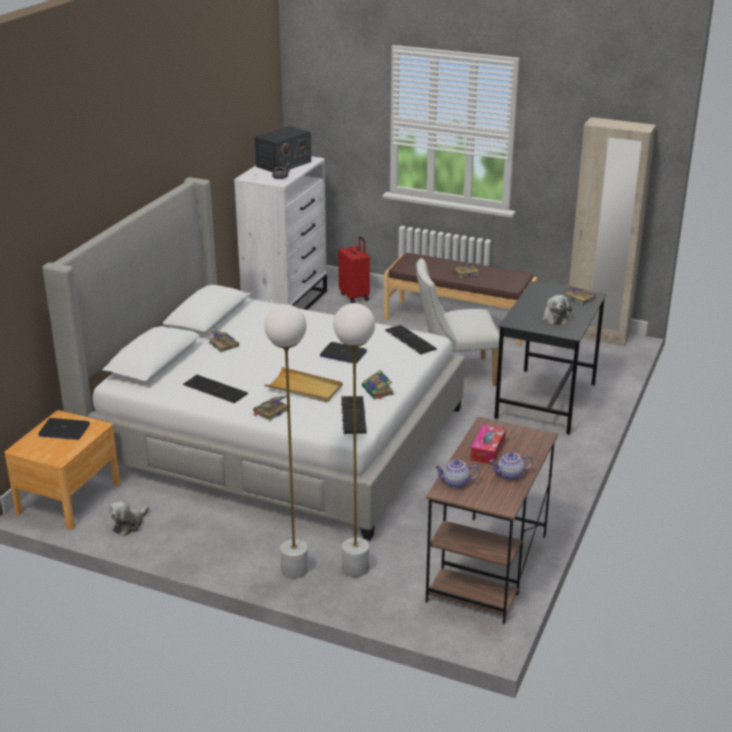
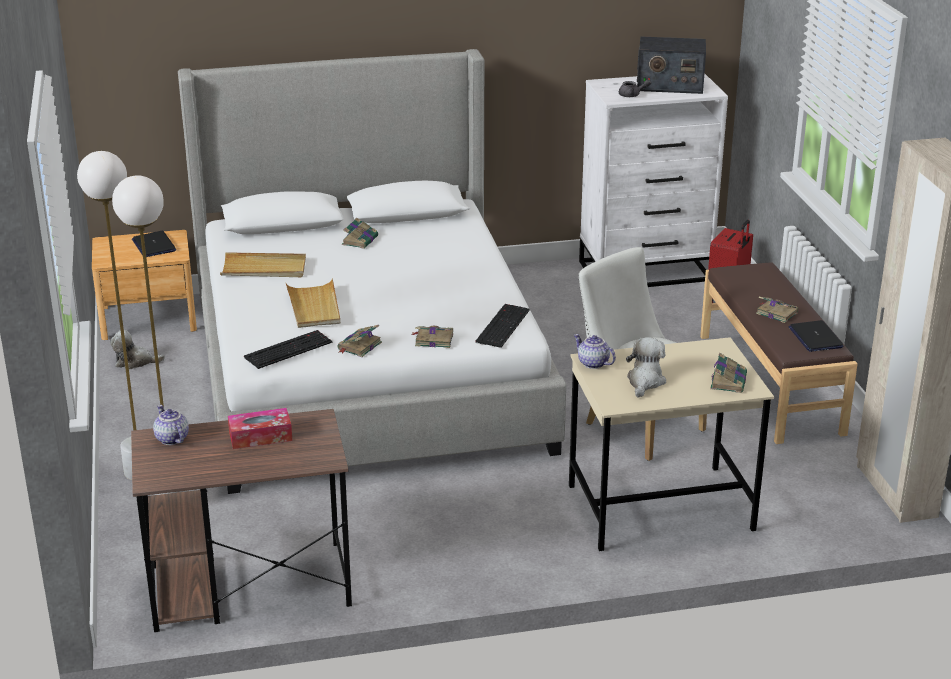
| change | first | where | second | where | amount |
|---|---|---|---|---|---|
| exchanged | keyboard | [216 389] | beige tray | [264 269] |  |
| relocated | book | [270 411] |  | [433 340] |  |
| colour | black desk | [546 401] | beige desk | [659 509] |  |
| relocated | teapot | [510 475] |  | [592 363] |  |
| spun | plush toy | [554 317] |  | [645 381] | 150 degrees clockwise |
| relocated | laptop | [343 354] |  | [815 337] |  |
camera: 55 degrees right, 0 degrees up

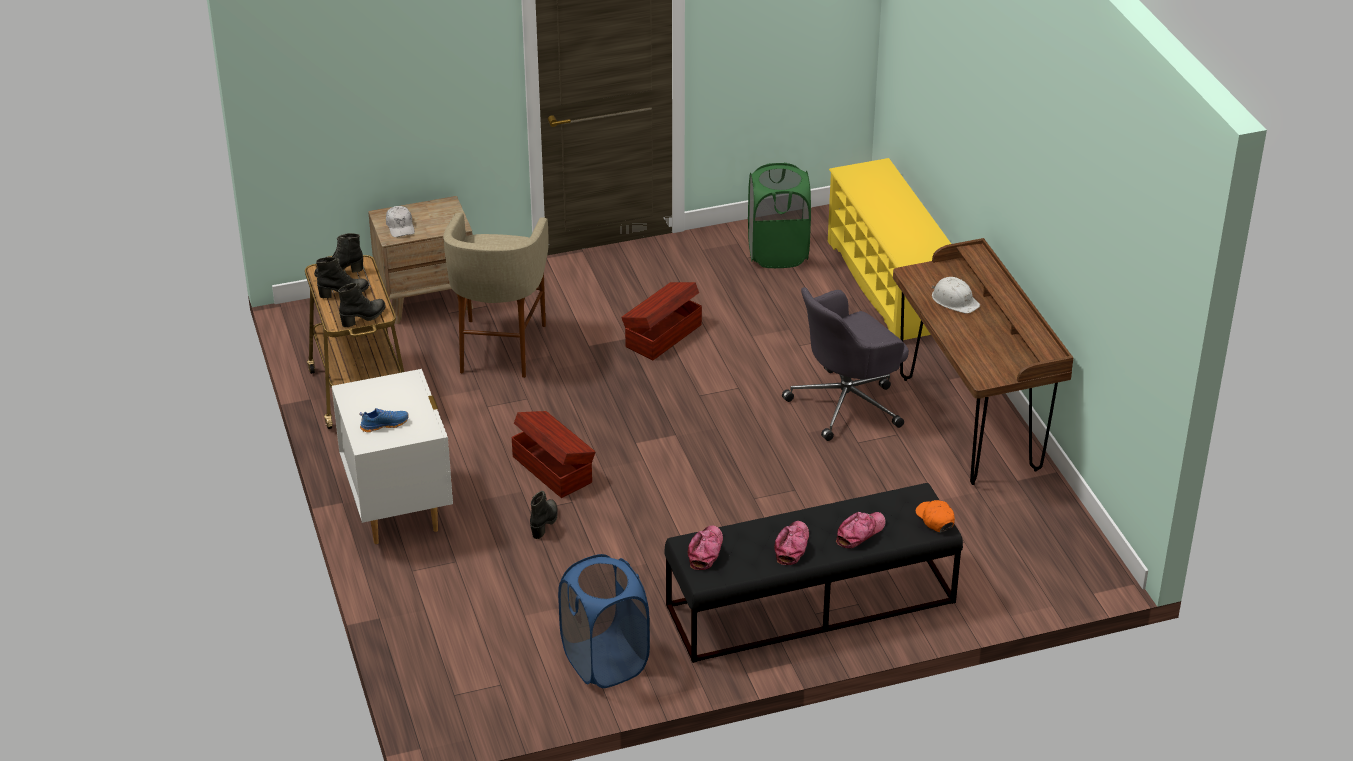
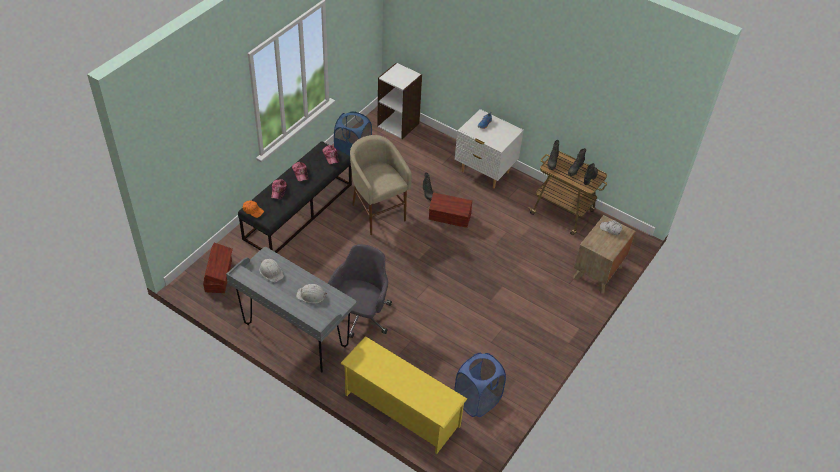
| change | first | where | second | where | amount |
|---|---|---|---|---|---|
| relocated | brown storage box | [662 335] |  | [219 276] |  |
| colour | brown desk | [970 424] | grey desk | [295 336] |  |
| appeared |  |  | white hard hat | [271 272] |  |
| relocated | beige stool | [500 349] |  | [377 213] |  |
| appeared |  |  | white bookcase | [398 124] |  |
| colour | green laundry basket | [778 253] | blue laundry basket | [477 400] |  |
camera: 140 degrees right, 10 degrees up

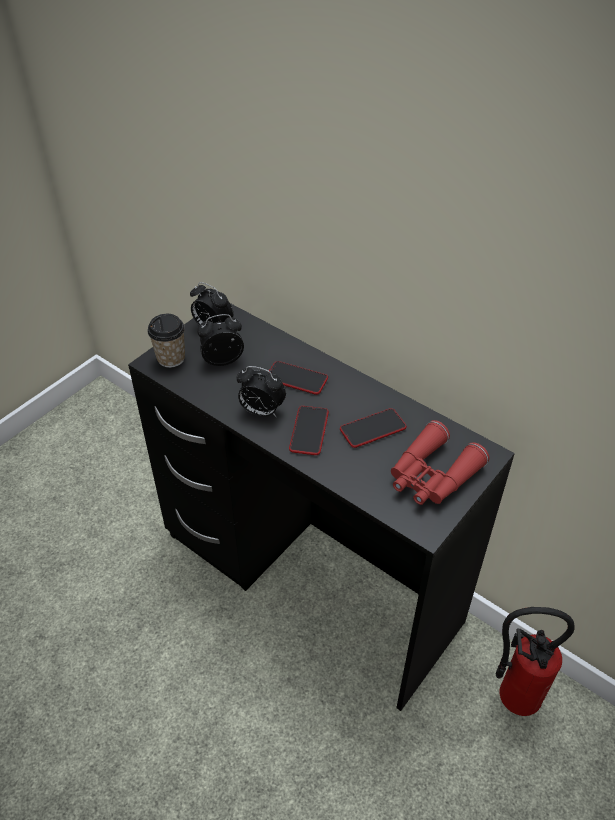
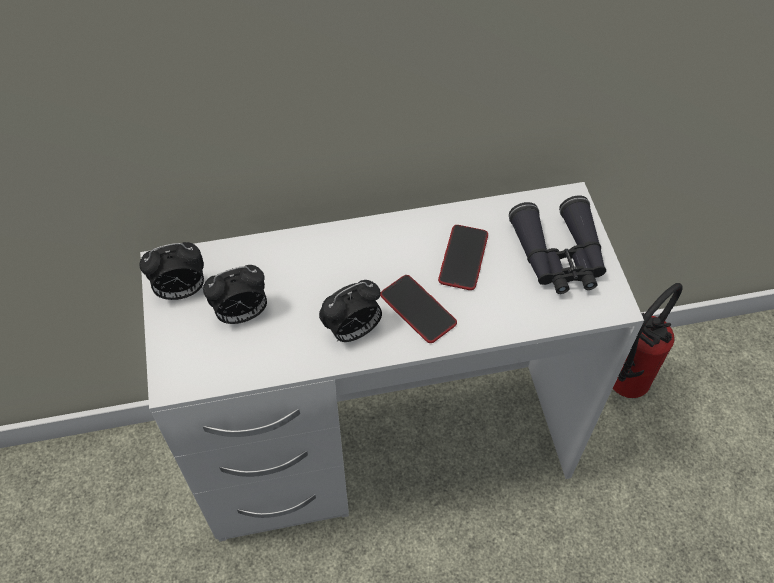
| change | first | where | second | where | amount |
|---|---|---|---|---|---|
| colour | black desk | [311 578] | white desk | [386 448] |  |
| spun | alarm clock | [223 360] |  | [241 314] | 135 degrees counterclockwise |
| colour | red binoculars | [432 476] | black binoculars | [559 256] |  |
| missing | cup | [171 358] |  |  |  |
| missing | phone | [296 379] |  |  |  |
camera: 50 degrees left, 10 degrees up

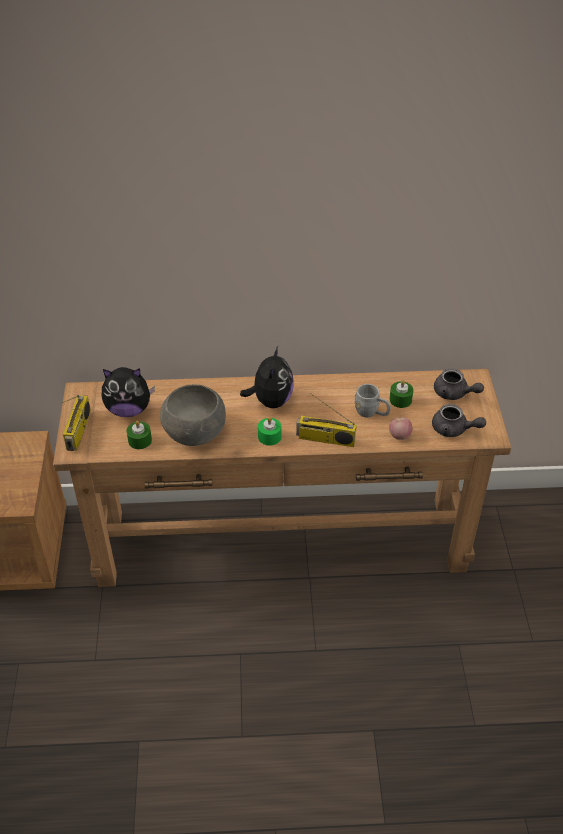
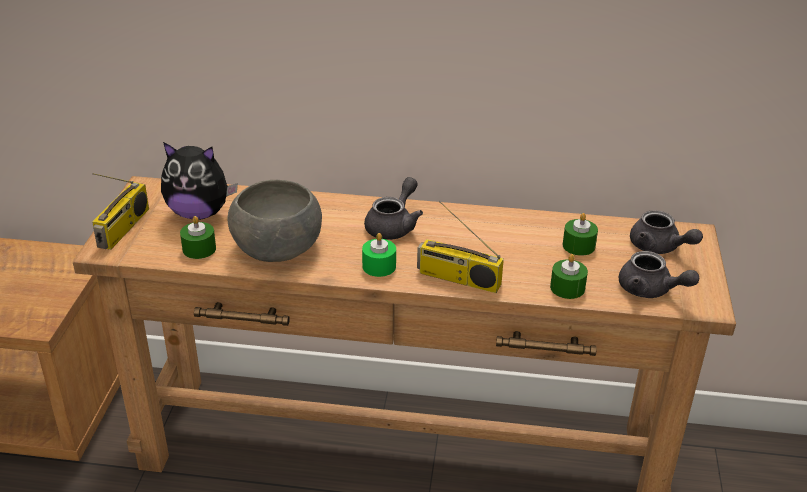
| change | first | where | second | where | amount |
|---|---|---|---|---|---|
| exchanged | plush toy | [270 401] | grey teapot | [394 226] |  |
| exchanged | apple | [399 436] | green candle | [567 288] |  |
| missing | grey mug | [371 413] |  |  |  |
camera: 10 degrees right, 10 degrees down

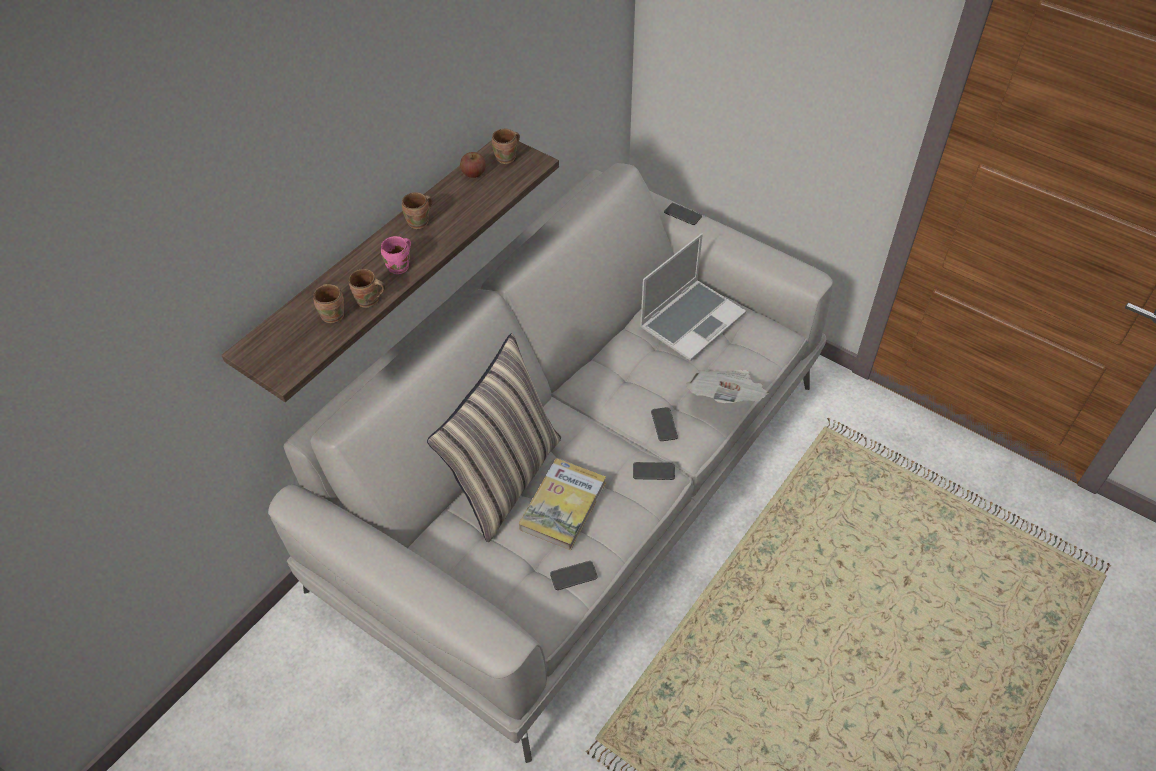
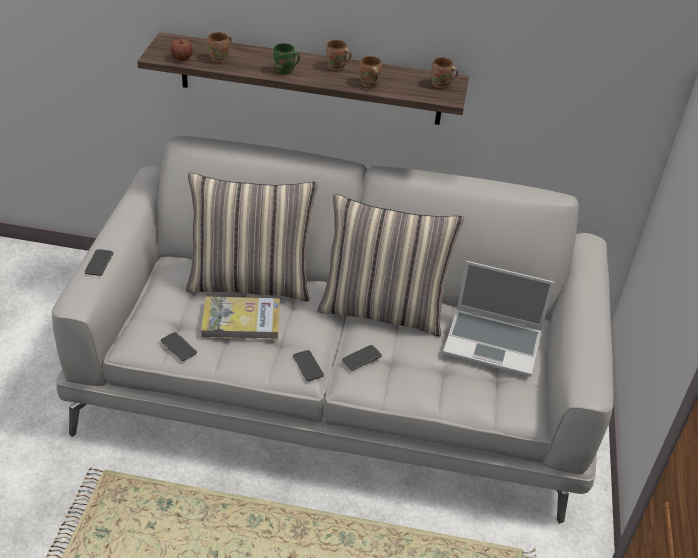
| change | first | where | second | where | amount |
|---|---|---|---|---|---|
| relocated | phone | [683 214] |  | [99 263] |  |
| relocated | apple | [473 173] |  | [182 58] |  |
| colour | pink mug | [400 267] | green mug | [285 71] |  |
| appeared |  |  | pillow | [383 310] |  |
| relocated | brown mug | [369 301] |  | [369 84] |  |
| missing | newspaper | [726 399] |  |  |  |
camera: 60 degrees right, 10 degrees down

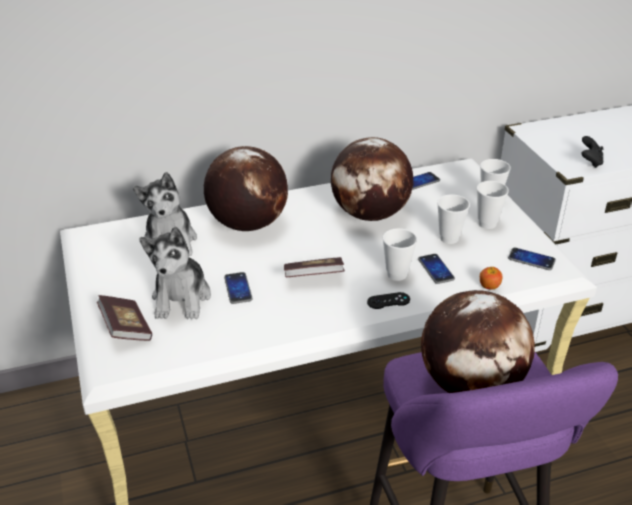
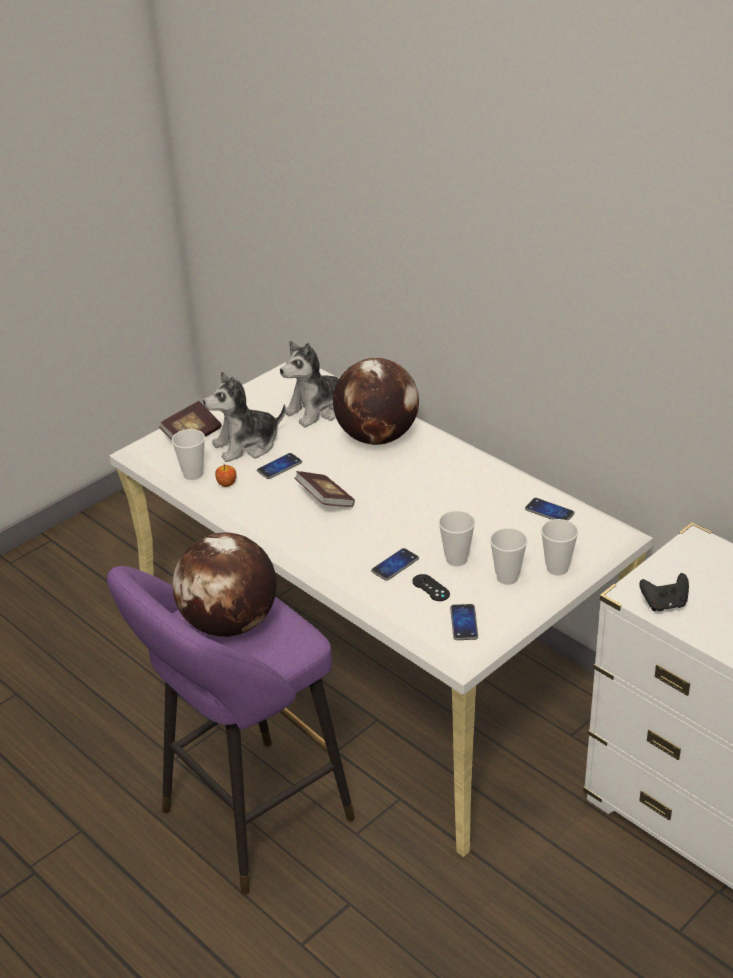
| change | first | where | second | where | amount |
|---|---|---|---|---|---|
| relocated | cup | [397 274] |  | [193 474] |  |
| relocated | apple | [489 286] |  | [227 483] |  |
| relocated | black game controller | [388 301] |  | [431 588] |  |
| missing | globe | [370 214] |  |  |  |
camera: 65 degrees right, 0 degrees up

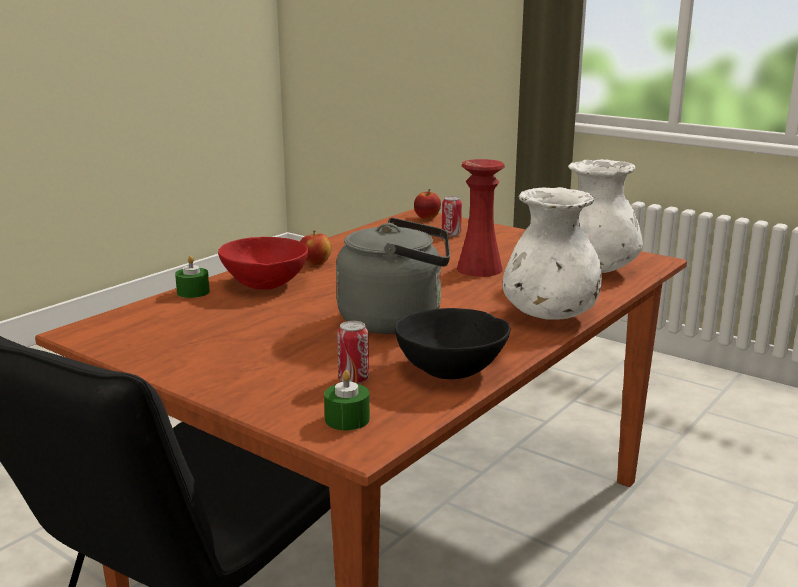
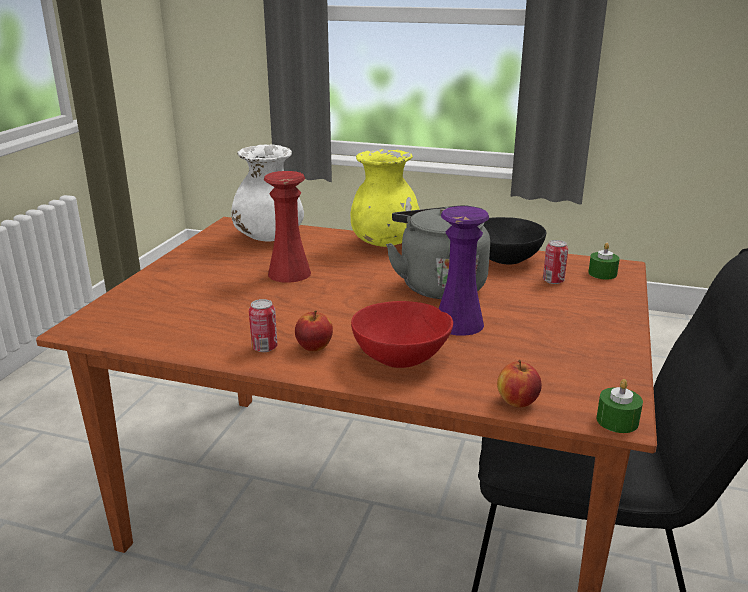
| change | first | where | second | where | amount |
|---|---|---|---|---|---|
| relocated | can | [451 234] |  | [264 348] |  |
| colour | white vase | [549 316] | yellow vase | [385 243] |  |
| appeared |  |  | purple vase | [459 323] |  |
| relocated | apple | [427 217] |  | [517 402] |  |
| relocated | green candle | [193 292] |  | [617 421] |  |
camera: 110 degrees left, 5 degrees up

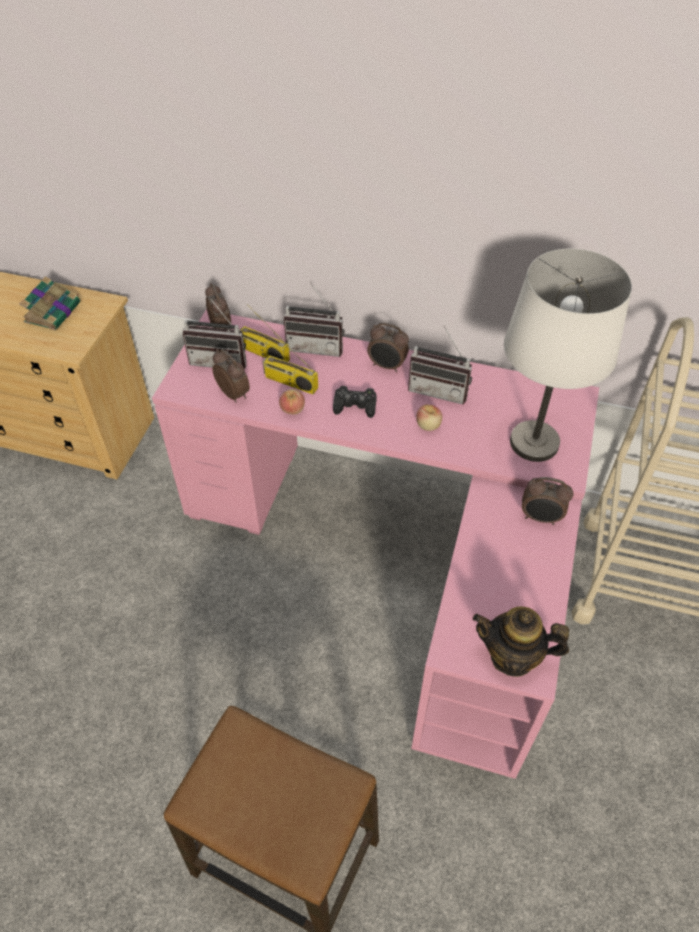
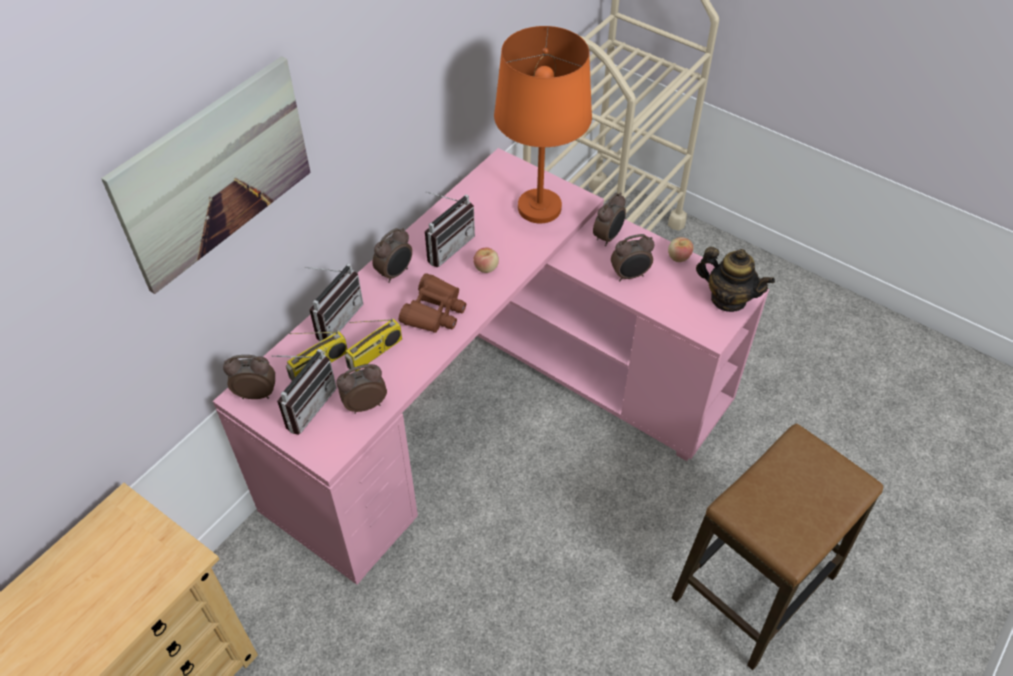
| change | first | where | second | where | amount |
|---|---|---|---|---|---|
| appeared |  |  | picture | [215 173] |  |
| exchanged | black game controller | [355 405] | brown binoculars | [434 311] |  |
| colour | white table lamp | [535 443] | orange table lamp | [539 207] |  |
| appeared |  |  | alarm clock | [630 275] |  |
| relocated | apple | [292 409] |  | [678 257] |  |
| spun | teapot | [512 656] |  | [728 299] | 90 degrees counterclockwise |
| missing | book | [53 311] |  |  |  |
camera: 70 degrees left, 0 degrees up

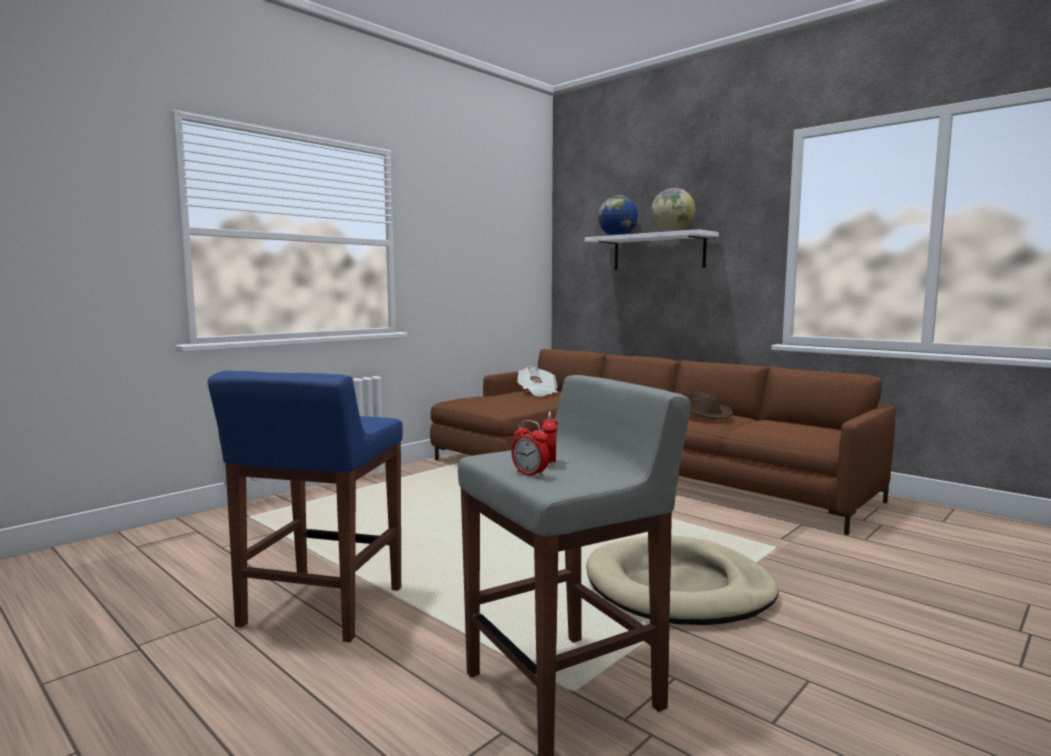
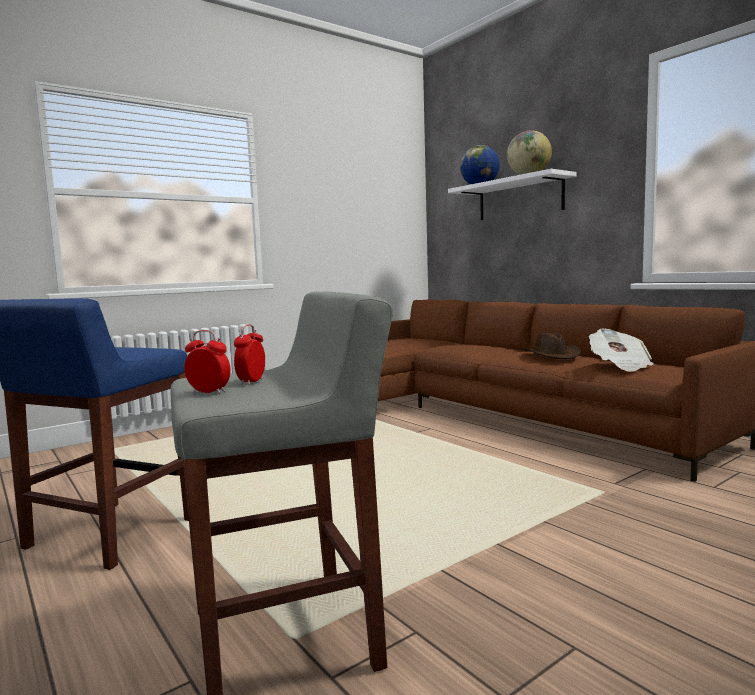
| change | first | where | second | where | amount |
|---|---|---|---|---|---|
| spun | alarm clock | [530 474] |  | [209 392] | 150 degrees clockwise |
| relocated | newspaper | [537 393] |  | [620 366] |  |
| missing | beige dog bed | [678 588] |  |  |  |
camera: 10 degrees right, 0 degrees up

